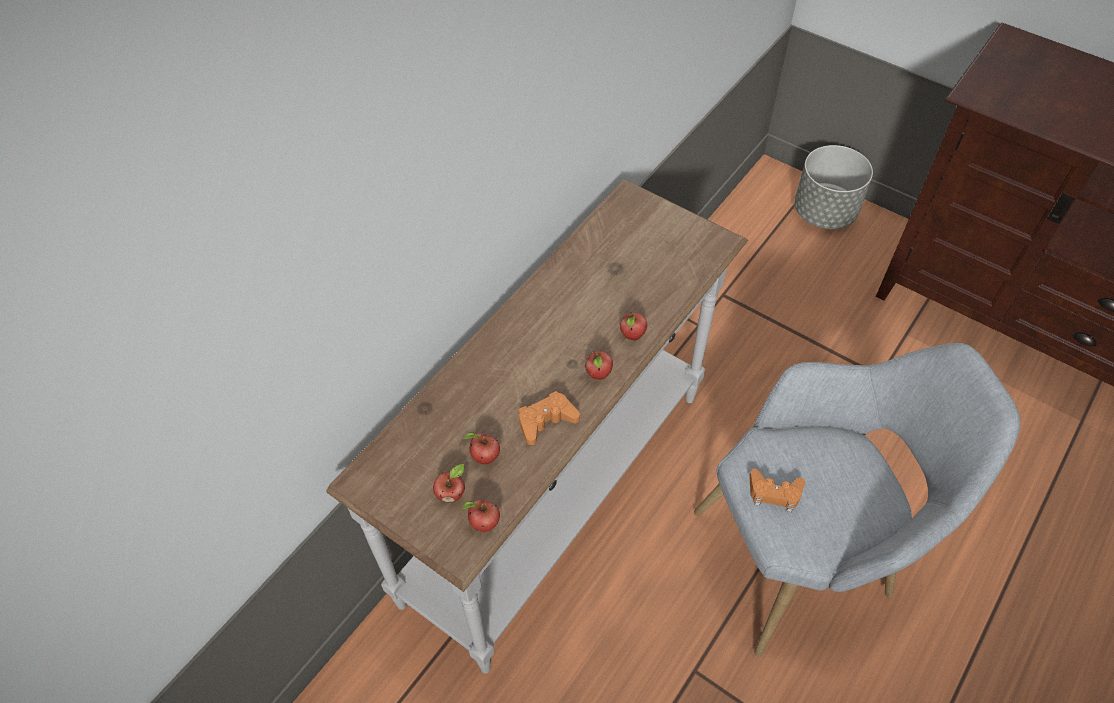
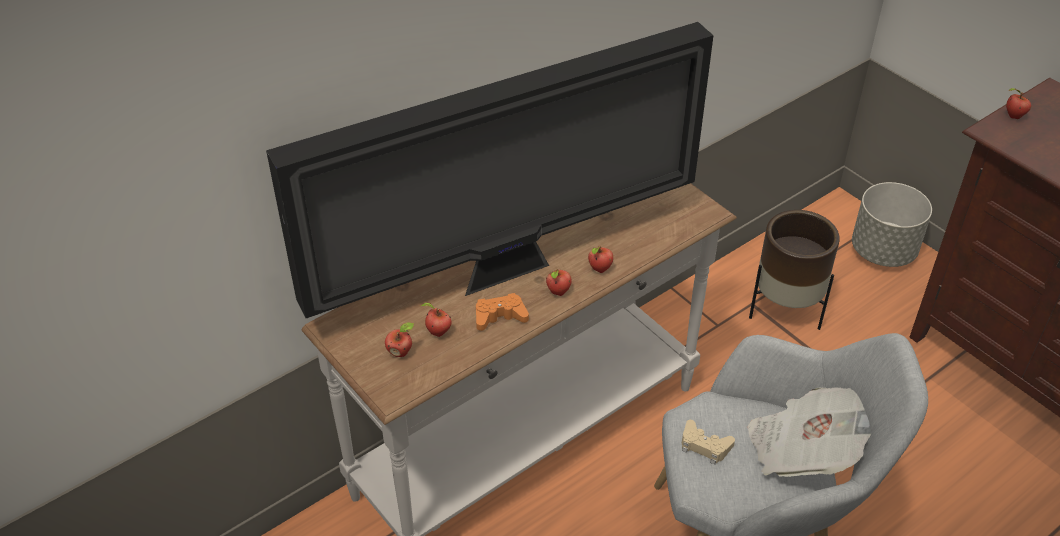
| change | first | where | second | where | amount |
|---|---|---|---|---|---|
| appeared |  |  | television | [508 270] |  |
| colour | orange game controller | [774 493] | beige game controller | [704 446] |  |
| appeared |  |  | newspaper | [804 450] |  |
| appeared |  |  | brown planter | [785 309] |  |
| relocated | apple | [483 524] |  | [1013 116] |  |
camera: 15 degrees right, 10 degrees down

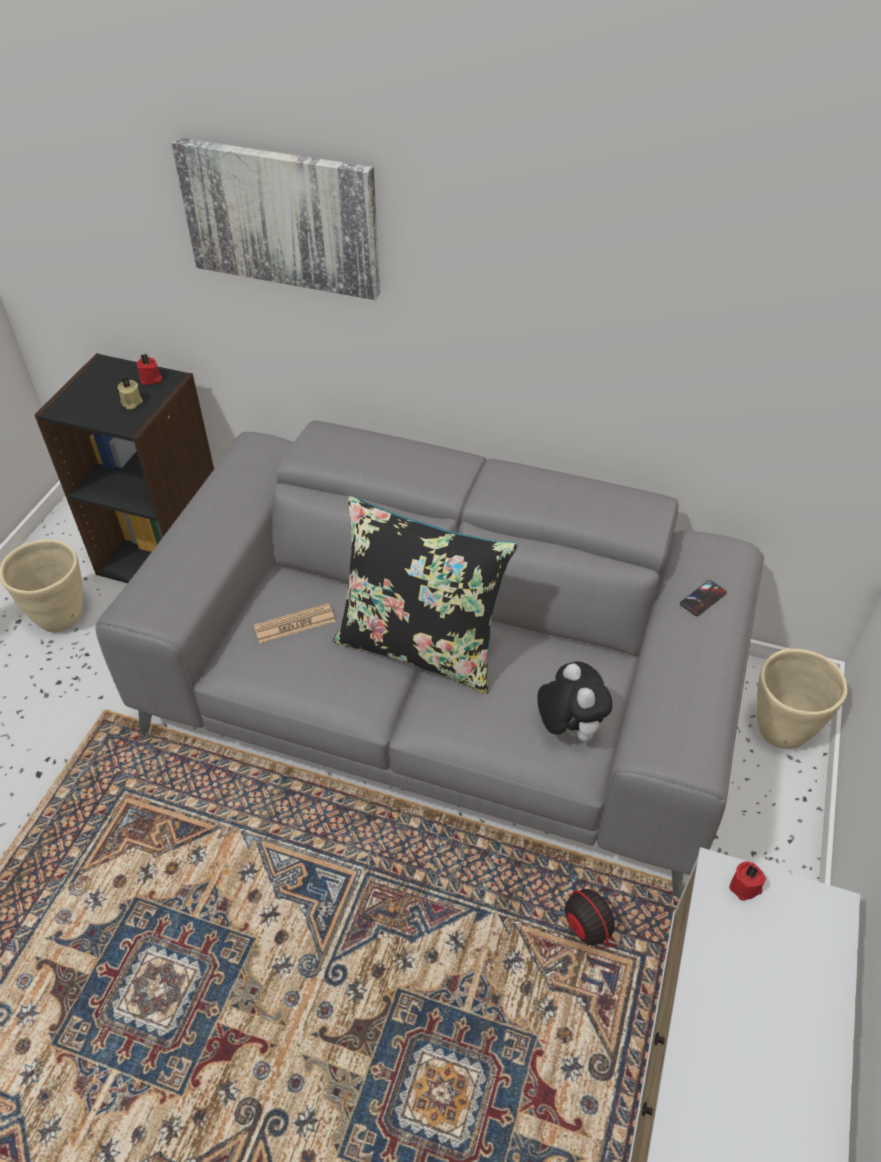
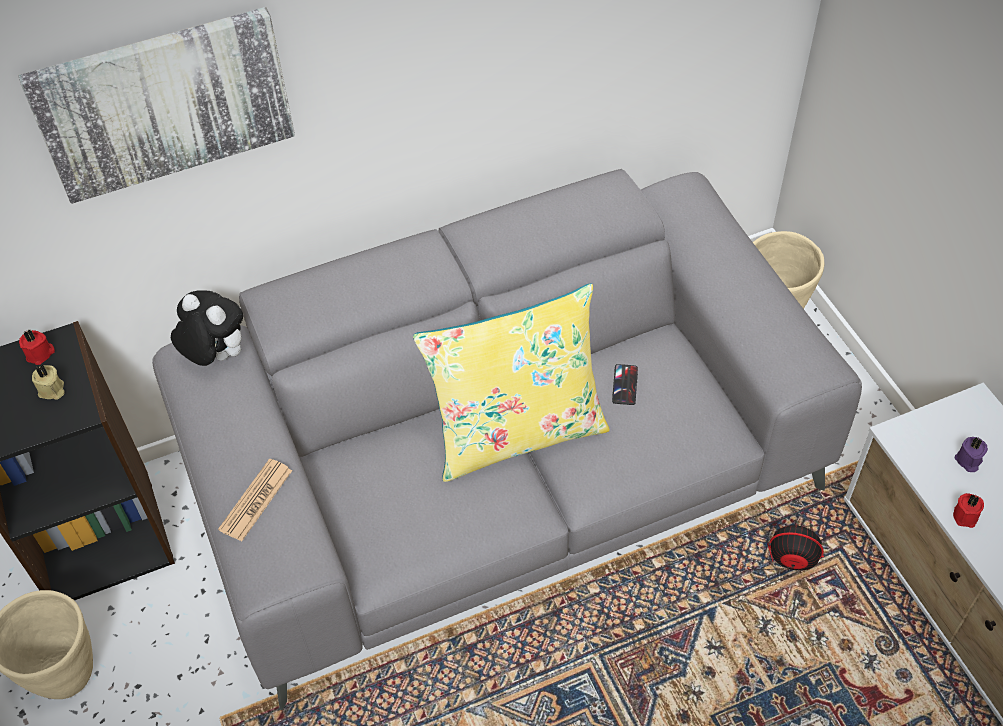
| change | first | where | second | where | amount |
|---|---|---|---|---|---|
| relocated | plush toy | [568 728] |  | [215 356] |  |
| relocated | newspaper | [294 624] |  | [256 500] |  |
| colour | black pillow | [420 646] | yellow pillow | [517 432] |  |
| relocated | phone | [703 598] |  | [625 385] |  |
| relocated | red candle | [745 887] |  | [966 516] |  |
| appeared |  |  | purple candle | [968 461] |  |
camera: 40 degrees left, 5 degrees up

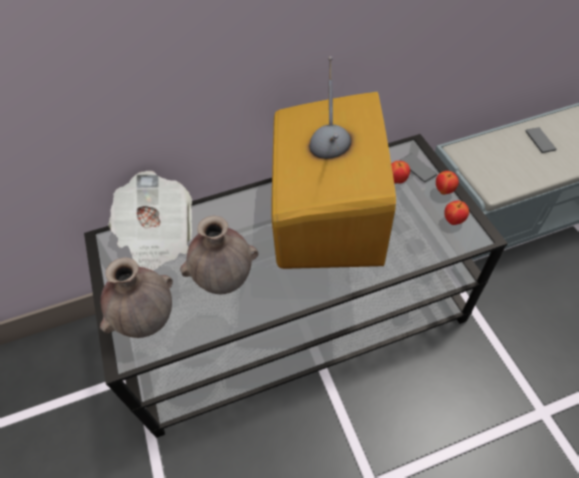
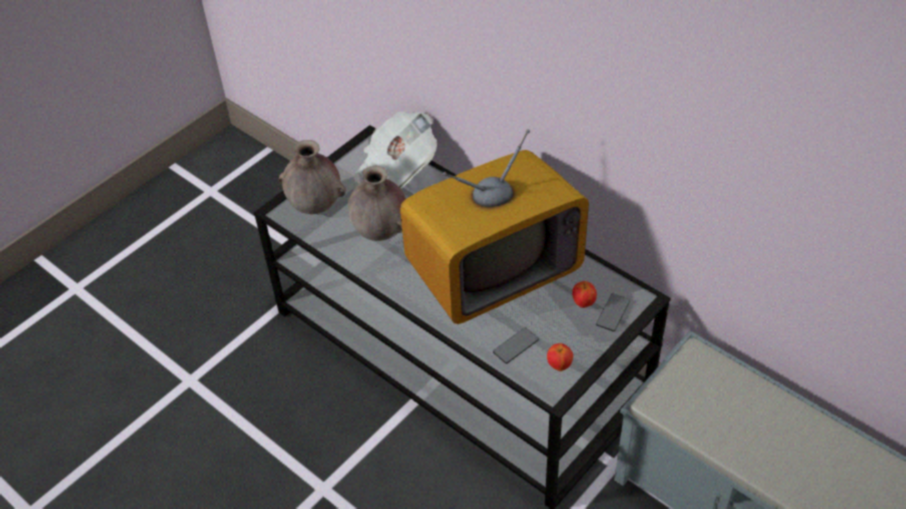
| change | first | where | second | where | amount |
|---|---|---|---|---|---|
| relocated | phone | [540 140] |  | [515 346] |  |
| missing | apple | [444 191] |  |  |  |
camera: 60 degrees right, 5 degrees down

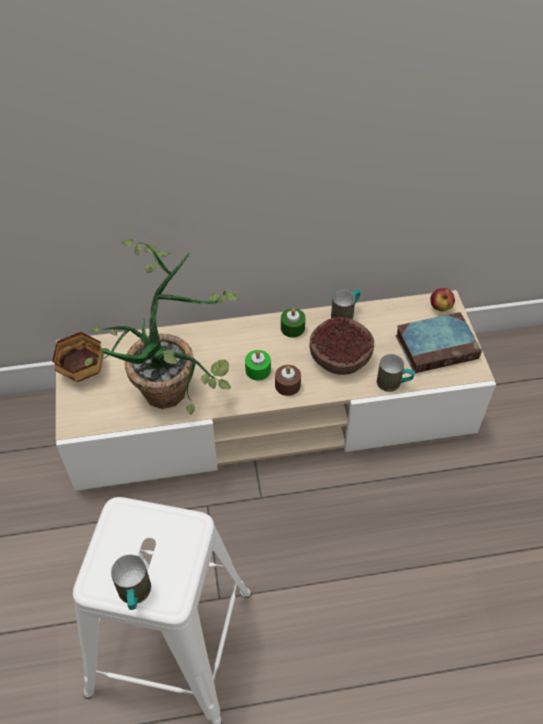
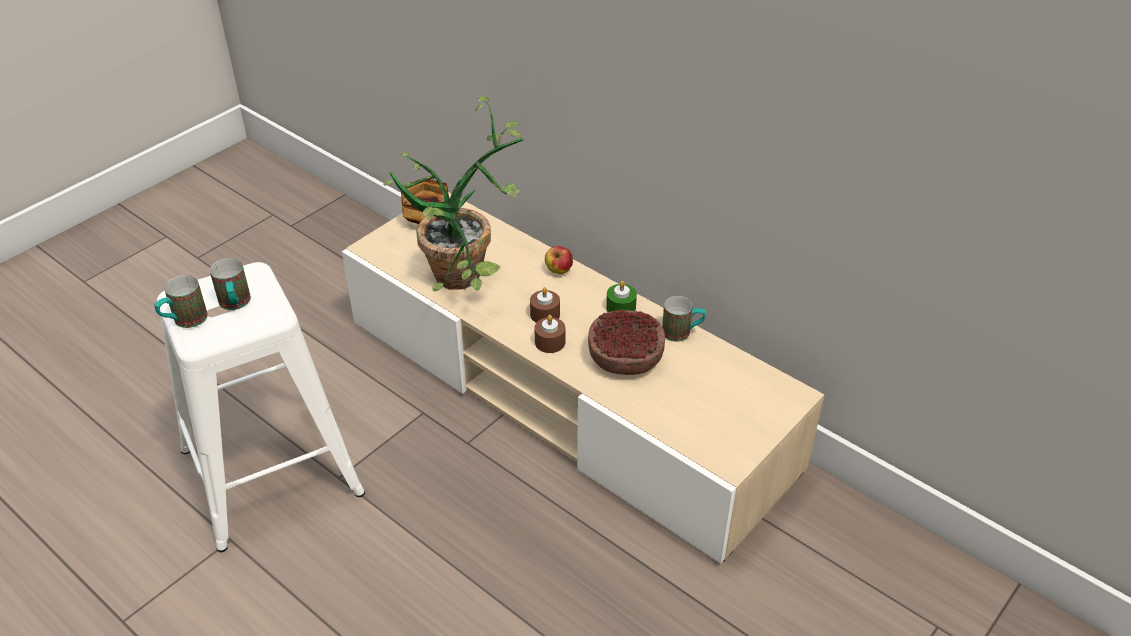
| change | first | where | second | where | amount |
|---|---|---|---|---|---|
| relocated | mug | [393 384] |  | [235 304] |  |
| colour | green candle | [258 370] | brown candle | [545 314] |  |
| relocated | apple | [440 307] |  | [558 271] |  |
| missing | book | [437 346] |  |  |  |
camera: 50 degrees right, 10 degrees down

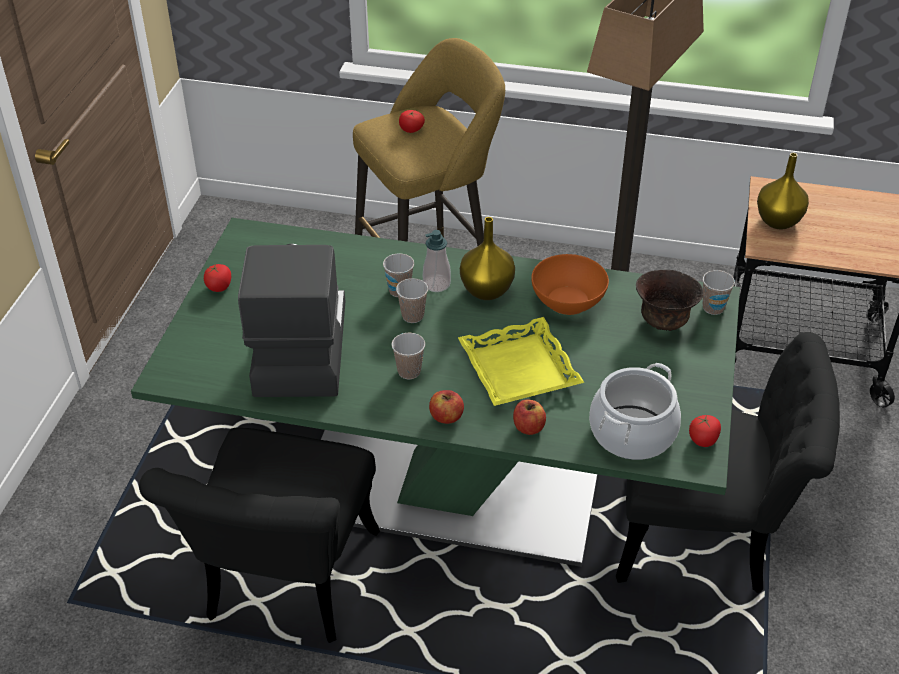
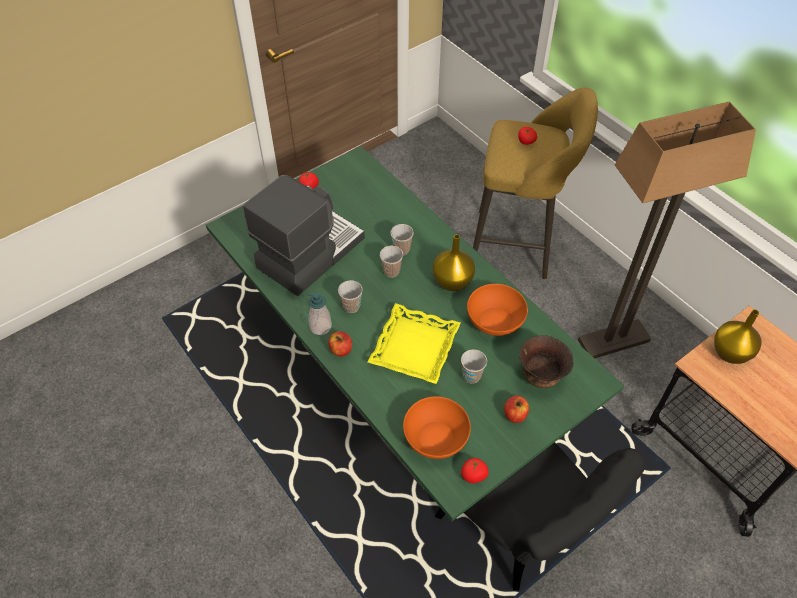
| change | first | where | second | where | amount |
|---|---|---|---|---|---|
| relocated | soap dispenser | [436 284] |  | [320 327] |  |
| exchanged | cooking pot | [632 433] | orange bowl | [435 438] |  |
| relocated | cup | [713 308] |  | [471 376] |  |
| relocated | apple | [528 427] |  | [515 415] |  |
| missing | black chair | [284 587] |  |  |  |
camera: 40 degrees right, 10 degrees up

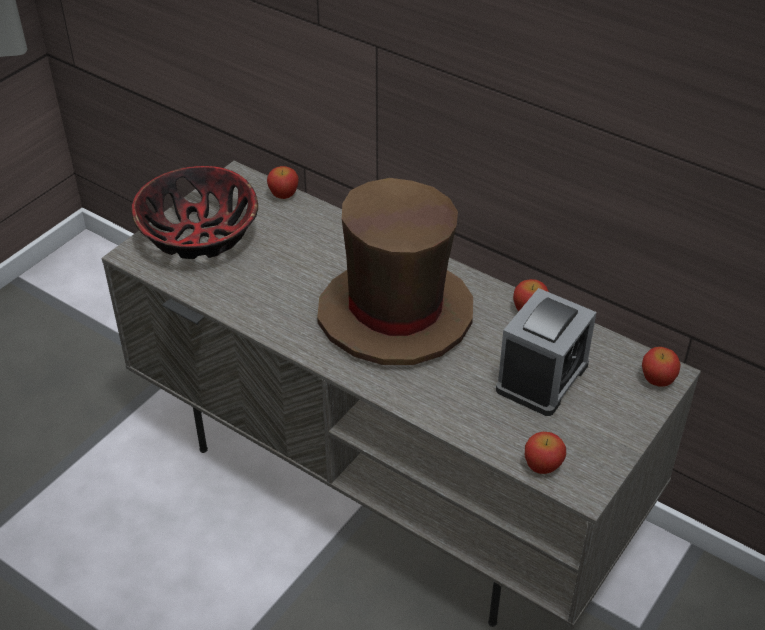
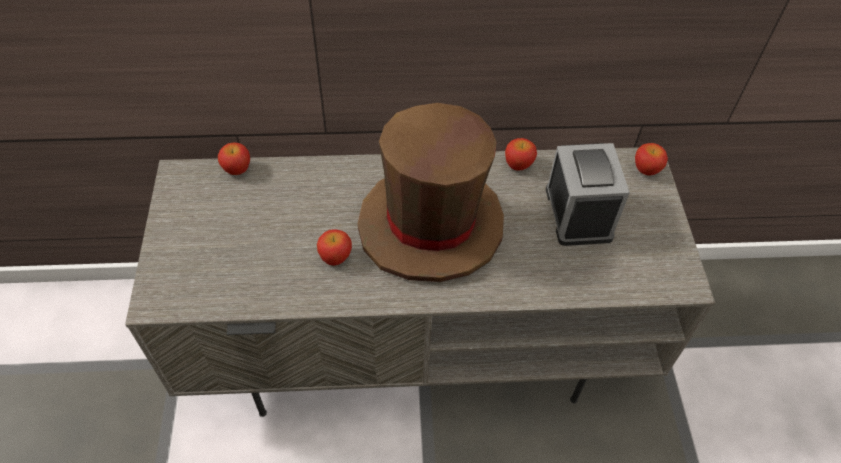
| change | first | where | second | where | amount |
|---|---|---|---|---|---|
| relocated | apple | [543 465] |  | [335 257] |  |
| missing | bowl | [200 235] |  |  |  |
camera: 40 degrees left, 10 degrees up

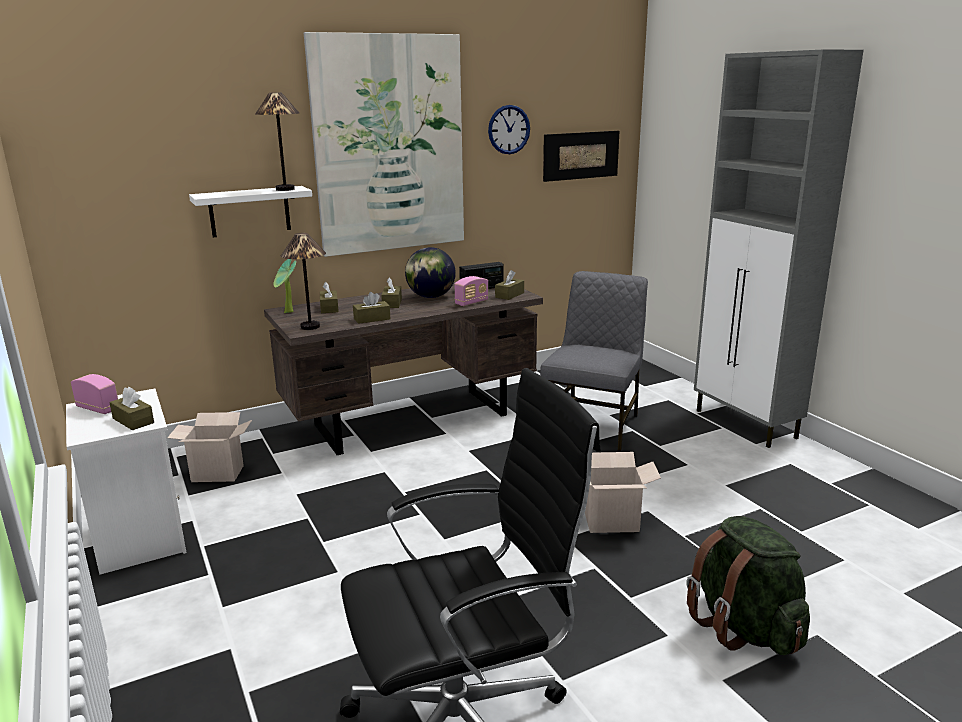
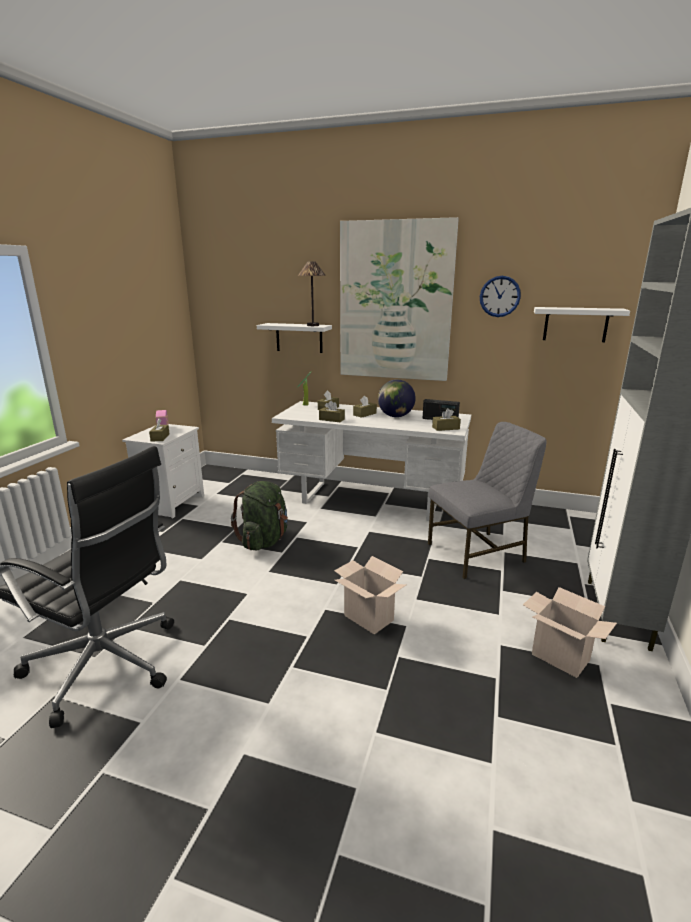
| change | first | where | second | where | amount |
|---|---|---|---|---|---|
| relocated | green backpack | [744 627] |  | [264 541] |  |
| colour | brown desk | [412 419] | white desk | [372 500] |  |
| relocated | cardboard box | [215 474] |  | [558 657] |  |
| exchanged | picture | [581 155] | white shelf | [575 324] |  |
| missing | table lamp | [310 327] |  |  |  |
| missing | radio | [471 302] |  |  |  |
camera: 45 degrees right, 0 degrees up

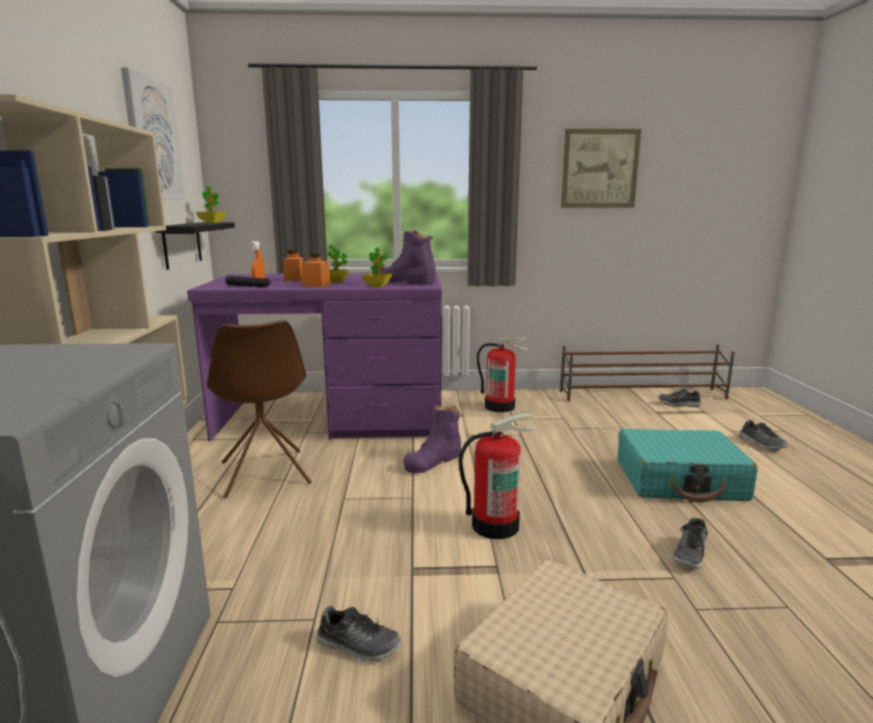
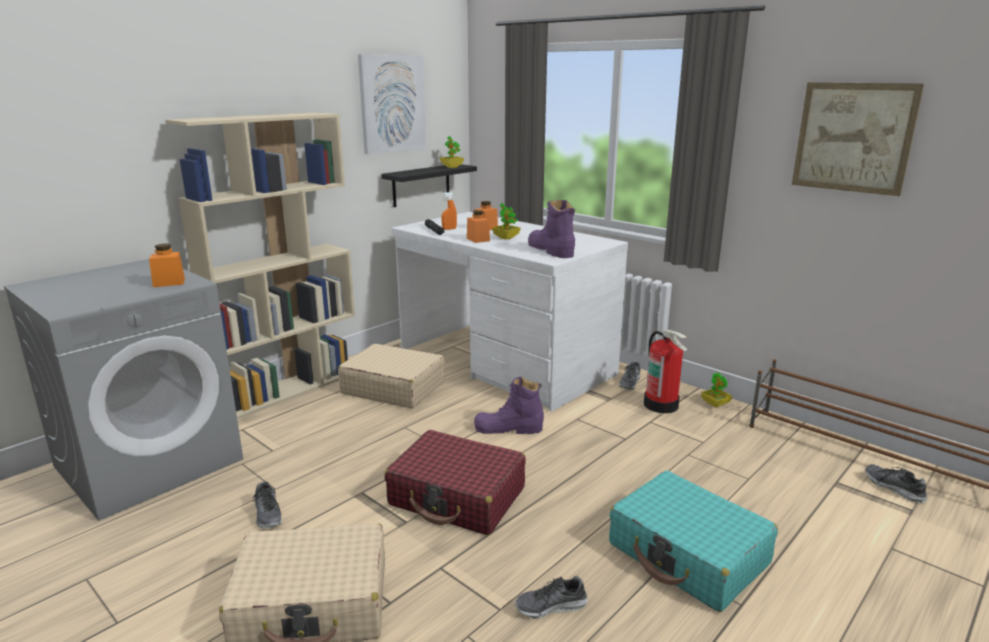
| change | first | where | second | where | amount |
|---|---|---|---|---|---|
| appeared |  |  | orange jar | [169 282] |  |
| exchanged | brown chair | [265 474] | beige suitcase | [393 388] |  |
| exchanged | fire extinguisher | [495 525] | red suitcase | [457 497] |  |
| colour | purple desk | [334 418] | white desk | [504 362] |  |
| relocated | shoe | [761 444] |  | [630 383] |  |
| relocated | potted plant | [377 286] |  | [715 404] |  |
camera: 45 degrees right, 5 degrees up

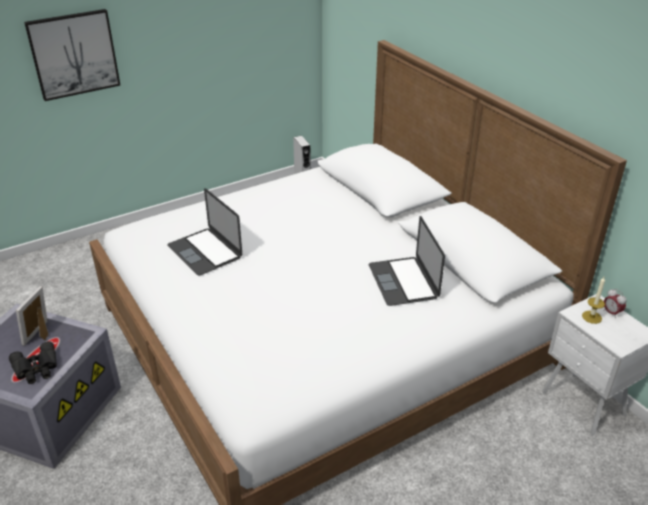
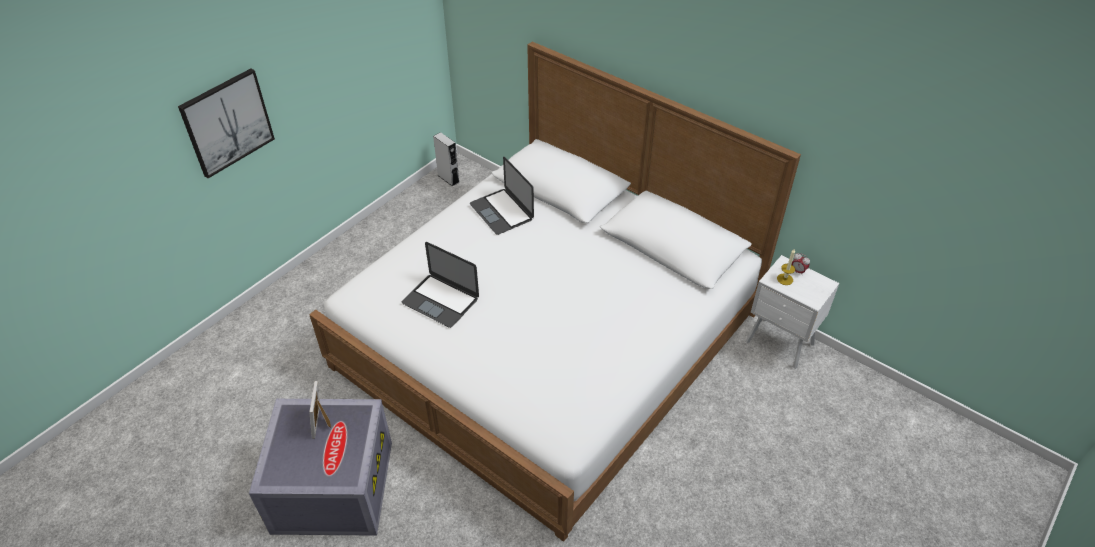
| change | first | where | second | where | amount |
|---|---|---|---|---|---|
| relocated | laptop | [403 281] |  | [501 211] |  |
| missing | black binoculars | [36 368] |  |  |  |
camera: 20 degrees left, 10 degrees up

